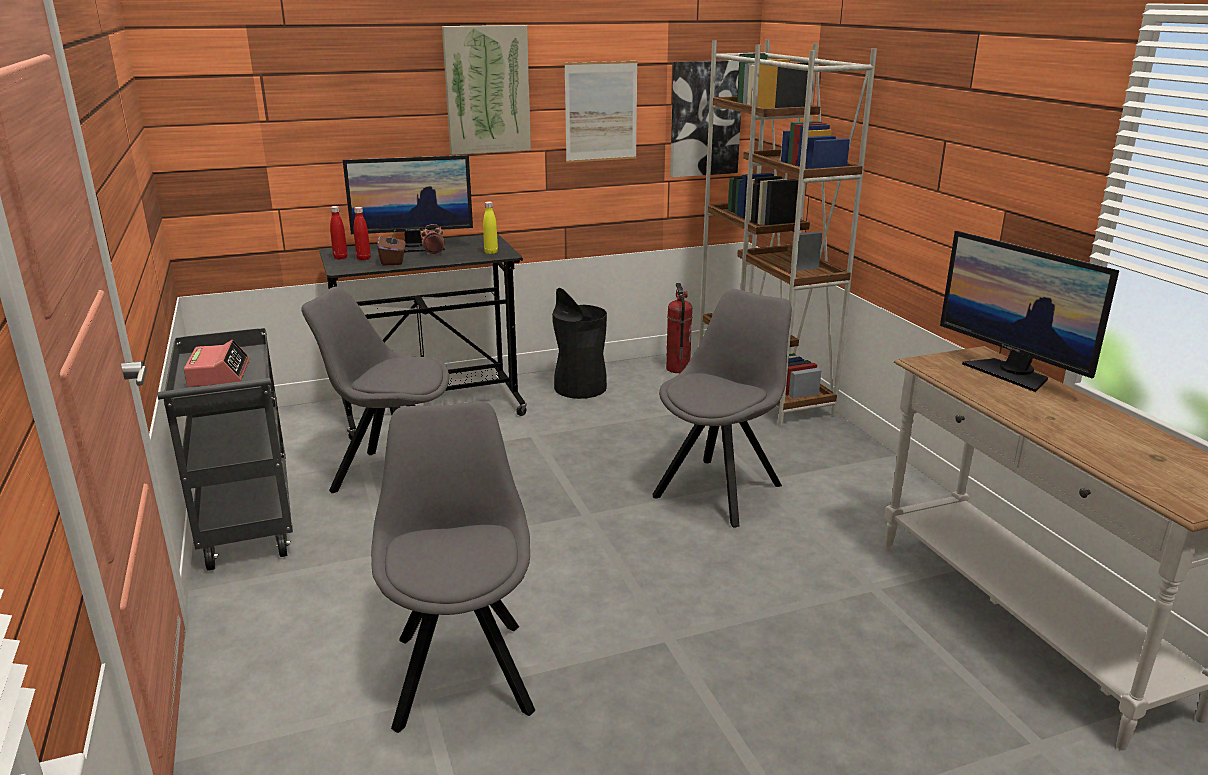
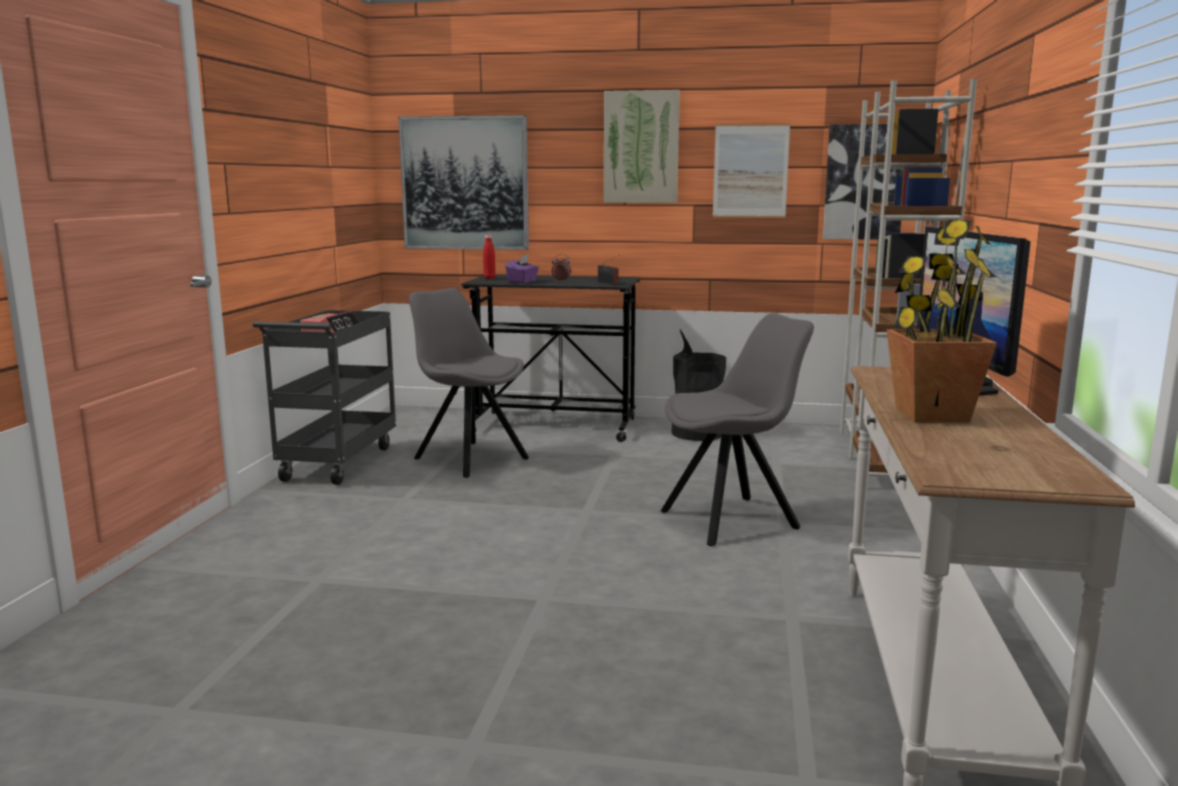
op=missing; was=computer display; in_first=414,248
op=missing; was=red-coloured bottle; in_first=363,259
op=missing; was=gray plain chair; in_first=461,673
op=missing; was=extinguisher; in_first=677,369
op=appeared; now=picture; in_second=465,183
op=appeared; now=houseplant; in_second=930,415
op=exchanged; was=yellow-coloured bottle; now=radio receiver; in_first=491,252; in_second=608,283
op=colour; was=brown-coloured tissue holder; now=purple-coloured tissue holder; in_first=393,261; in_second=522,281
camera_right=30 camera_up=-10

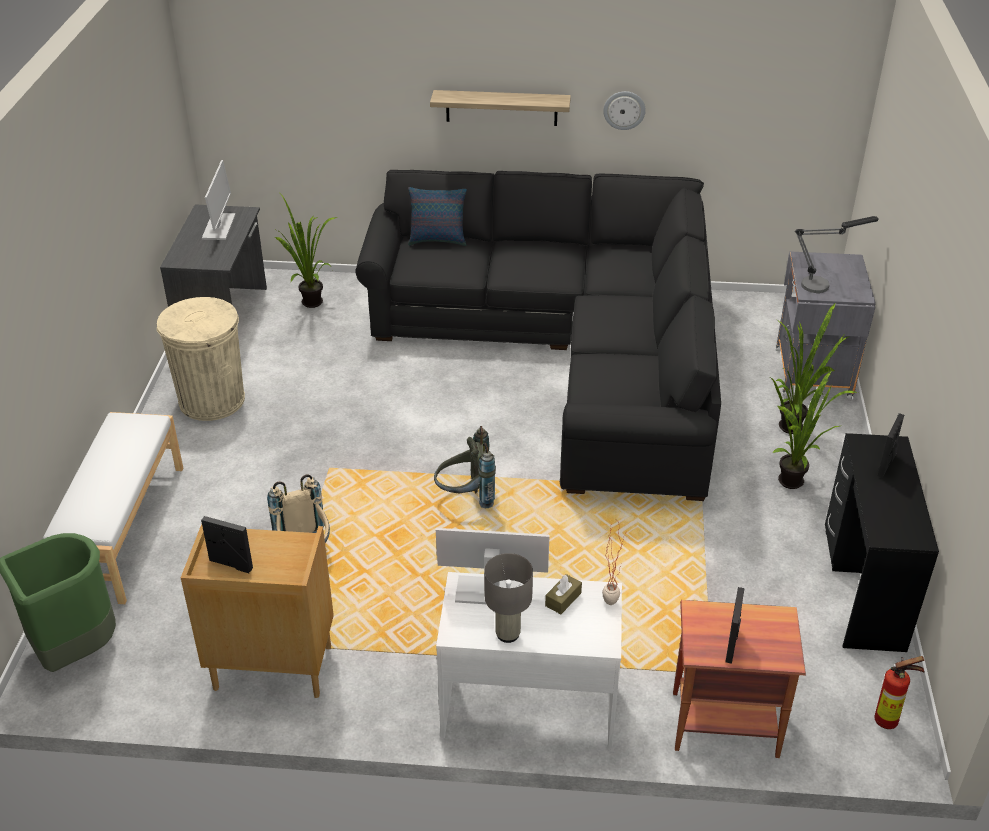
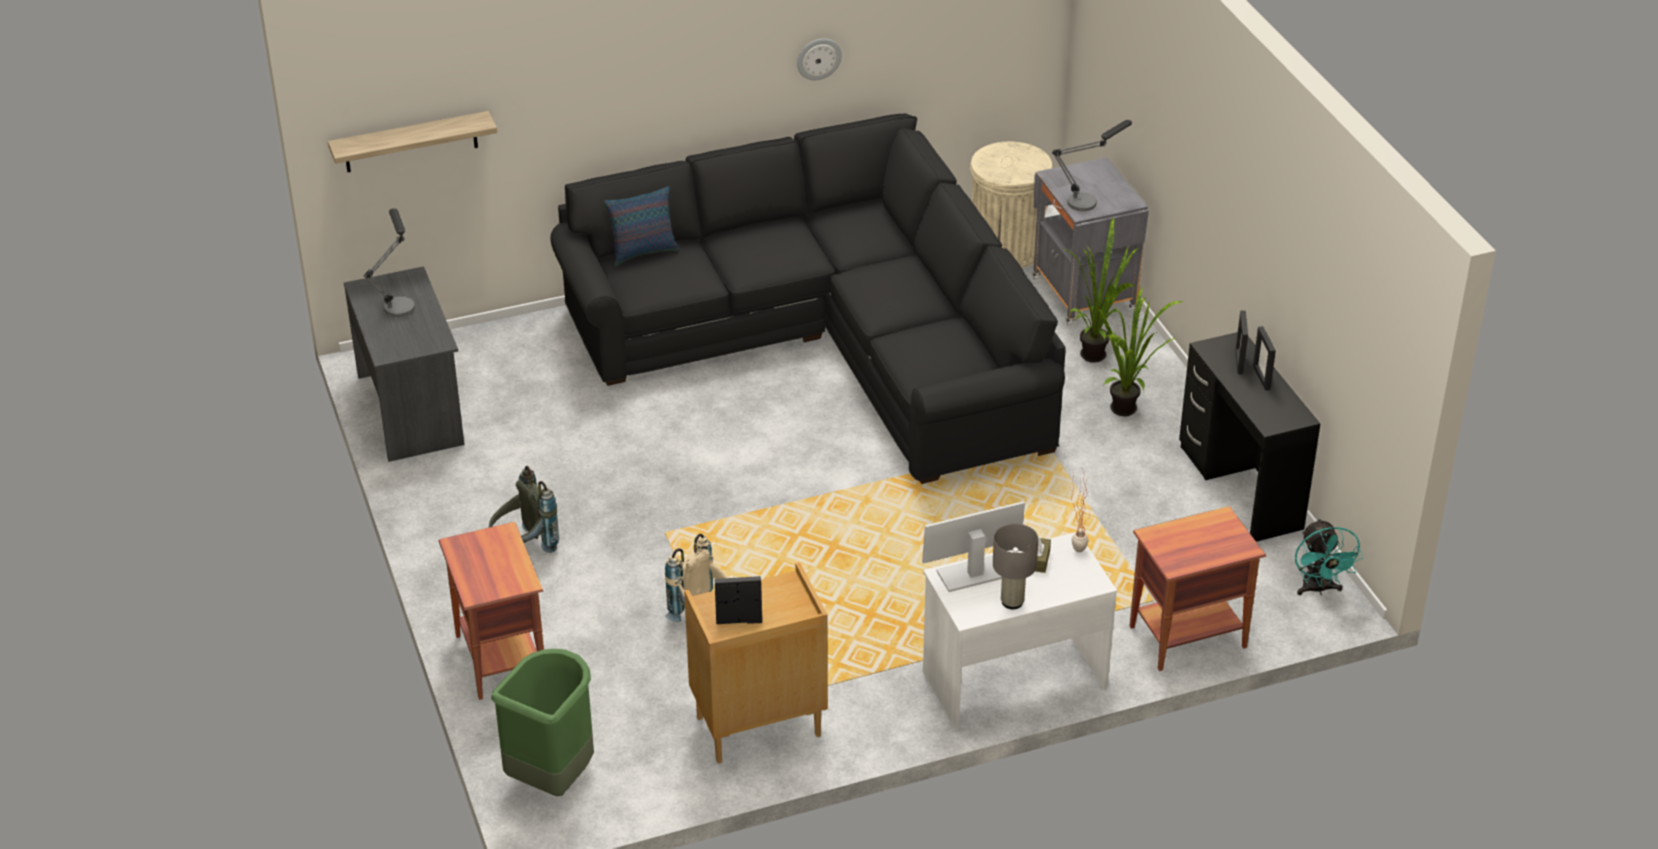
op=missing; was=houseplant; in_first=309,305
op=relocated; was=beige trash can; in_first=212,400; in_second=1007,250
op=relocated; was=bracket shelf; in_first=501,108; in_second=410,142
op=relocated; was=gray backpack; in_first=466,497; in_second=524,548
op=relocated; was=standing frame; in_first=732,645; in_second=1262,378
op=exchanged; was=white-coloured indoor bench; now=night table; in_first=123,530; in_second=499,658
op=exchanged; was=computer display; now=tabletop lamp; in_first=219,227; in_second=399,302
op=exchanged; was=extinguisher; now=blue-green electric fan; in_first=889,721; in_second=1318,589
camera_right=-25 camera_up=0

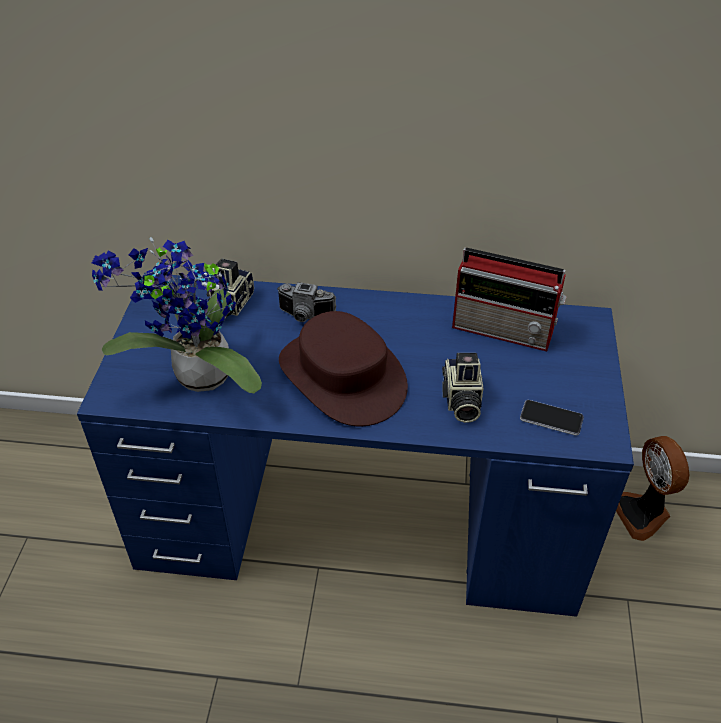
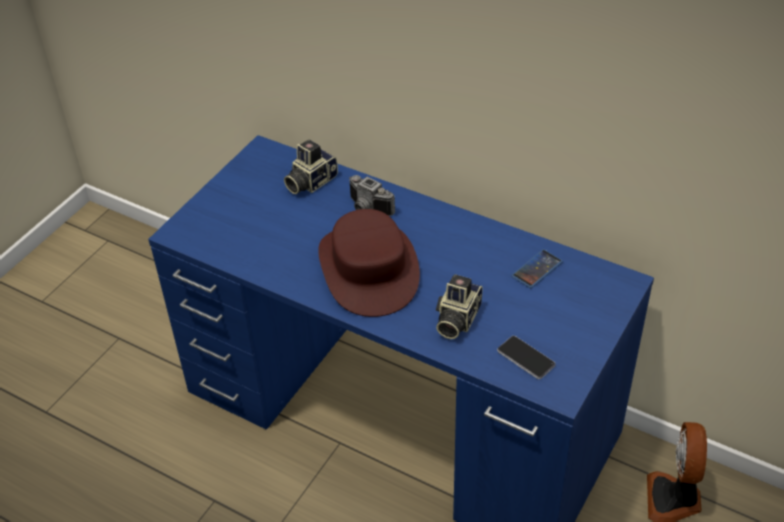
op=missing; was=houseplant; in_first=197,379
op=exchanged; was=radio receiver; now=handset; in_first=505,330; in_second=537,269
camera_right=25 camera_up=0

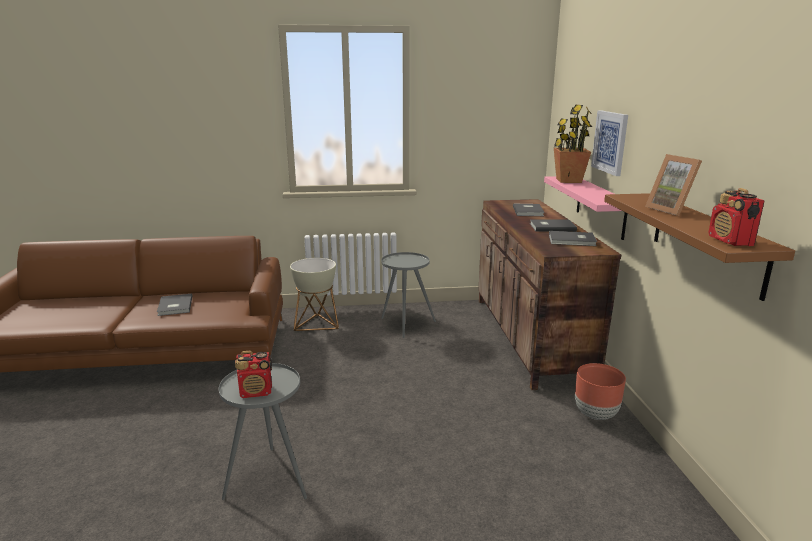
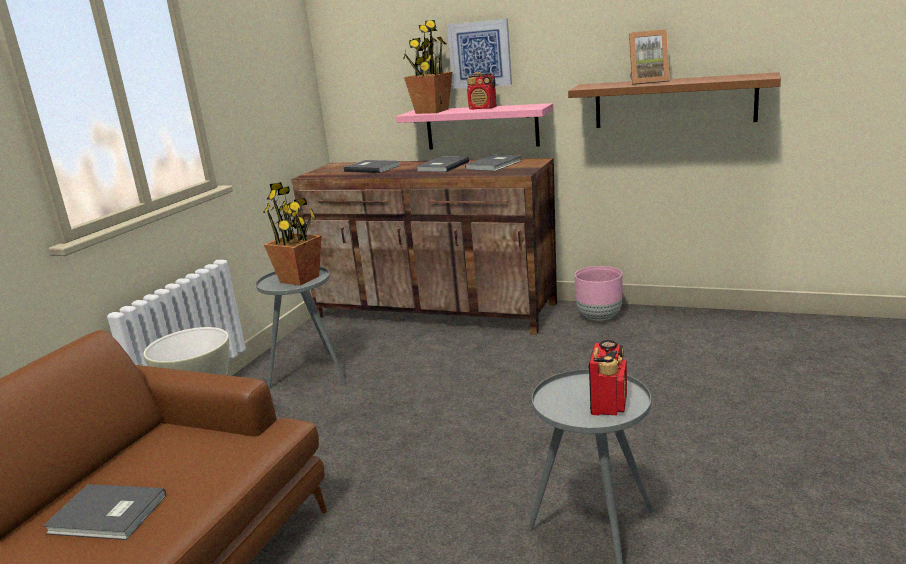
op=appeared; now=houseplant; in_second=300,279
op=relocated; was=radio receiver; in_first=730,241; in_second=483,108
op=colour; was=brown-coloured flower pot; now=pink flower pot; in_first=596,414; in_second=599,317
camera_right=-60 camera_up=0

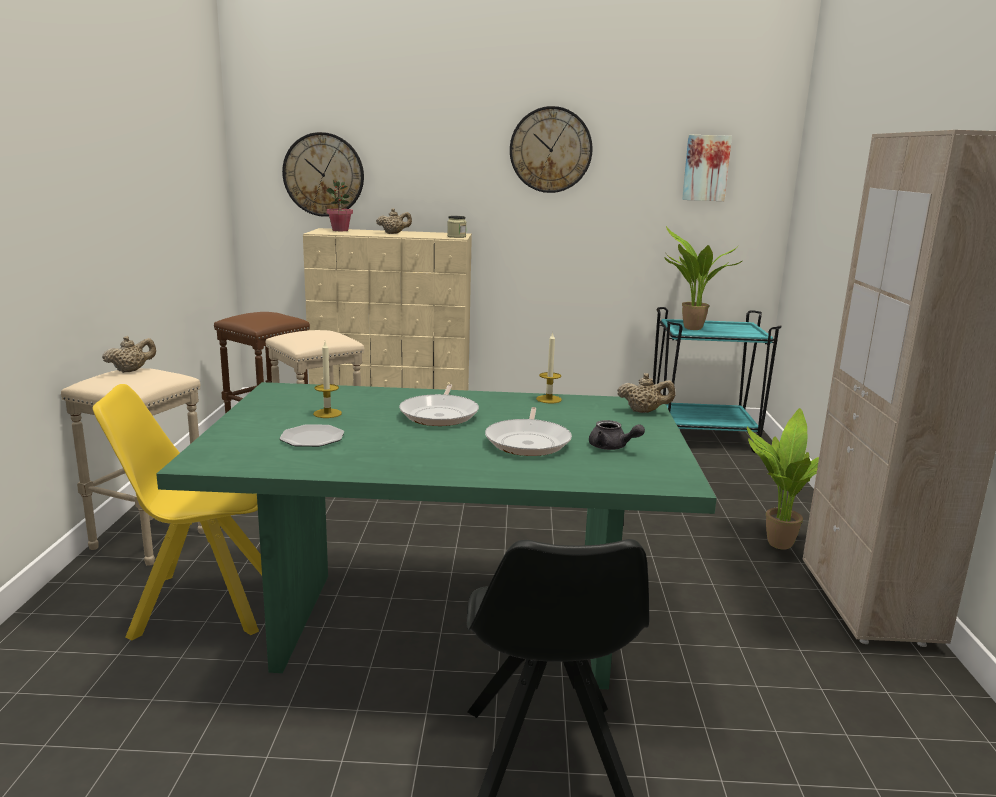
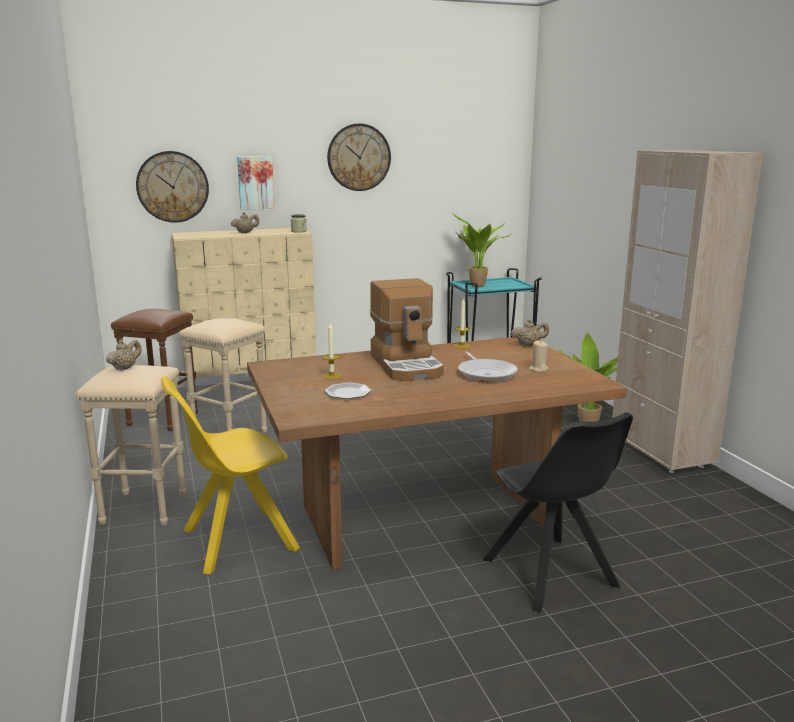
op=missing; was=houseplant; in_first=340,230
op=relocated; was=picture; in_first=705,168; in_second=255,182
op=exchanged; was=frying pan; now=coffee machine; in_first=440,414; in_second=407,365
op=exchanged; was=gray teapot; now=beige candle; in_first=612,447; in_second=538,369
op=colour; was=green-coloured dining table; now=brown-coloured dining table; in_first=448,625; in_second=425,516
camera_right=-20 camera_up=0

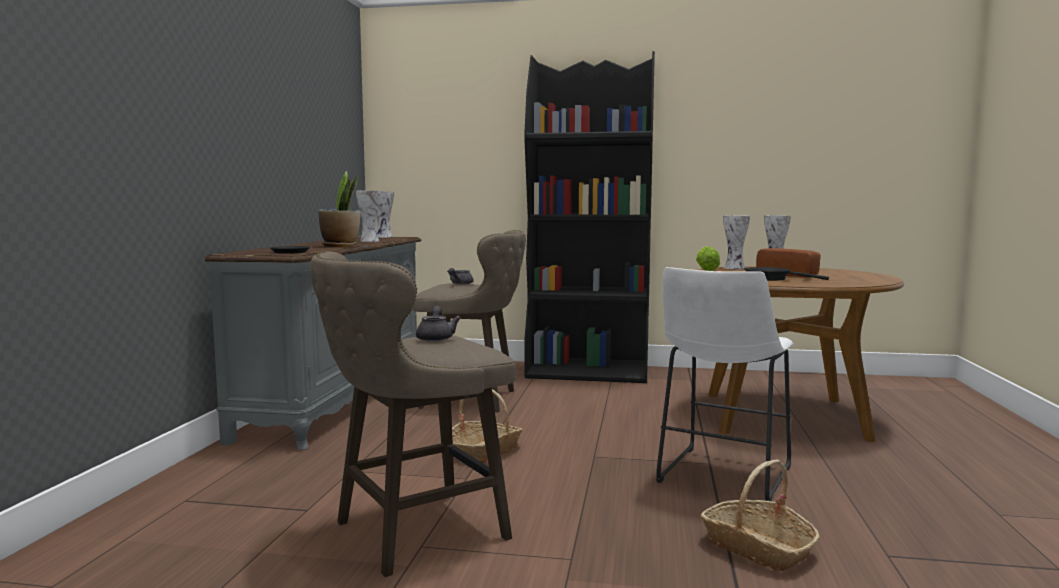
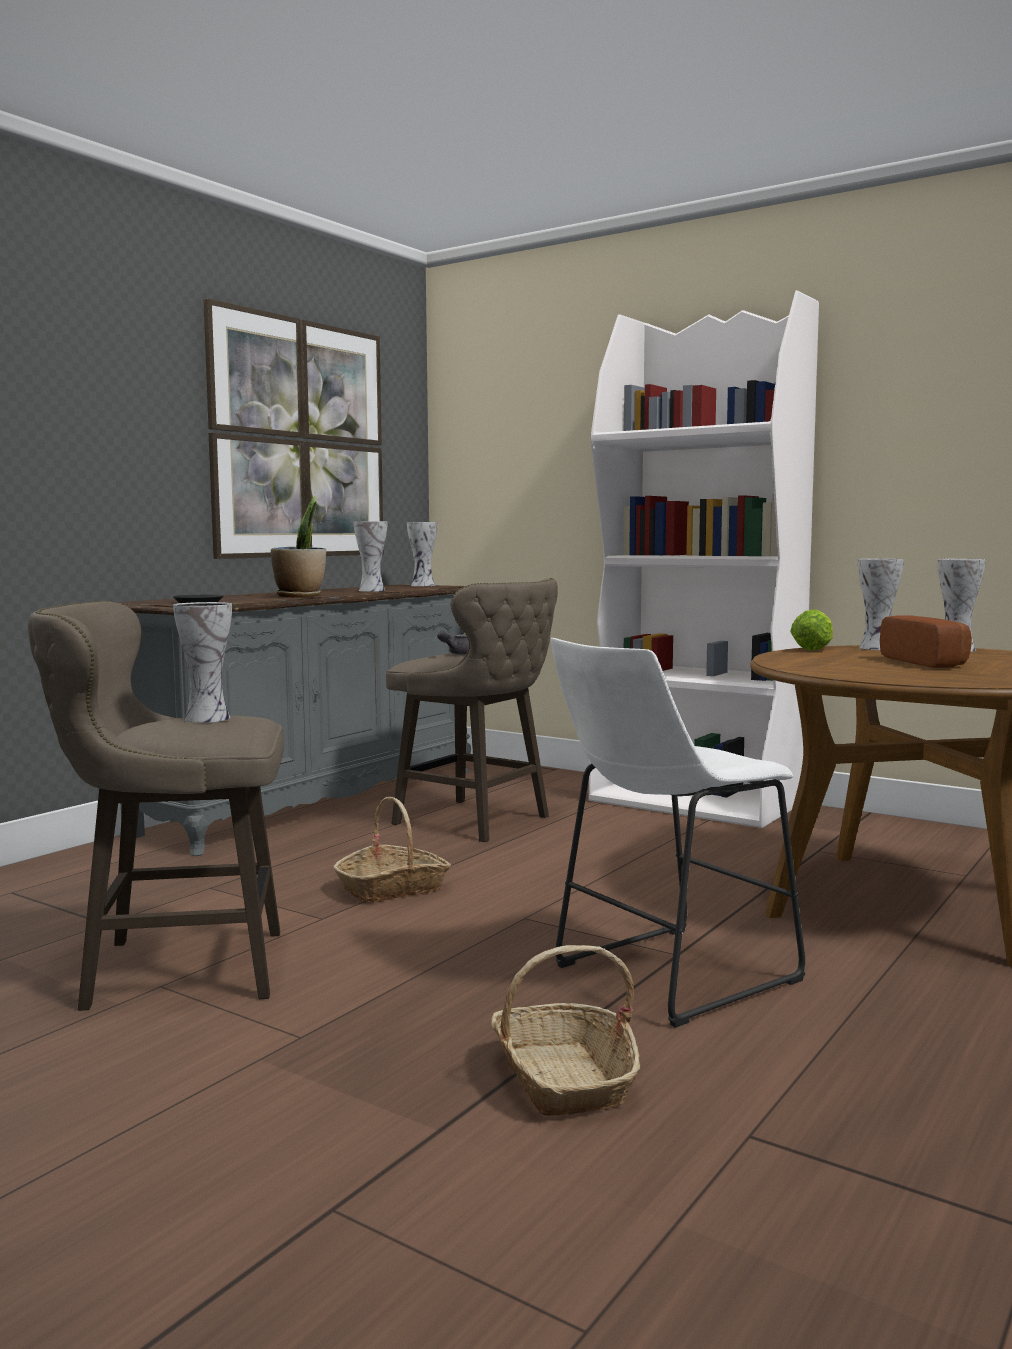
op=missing; was=blackish frying pan; in_first=771,279
op=appeared; now=picture; in_second=299,439
op=exchanged; was=gray teapot; now=flower vase; in_first=436,338; in_second=206,718
op=colour; was=blackish bookshelf; now=white-coloured bookshelf; in_first=589,372; in_second=697,802
camera_right=25 camera_up=0

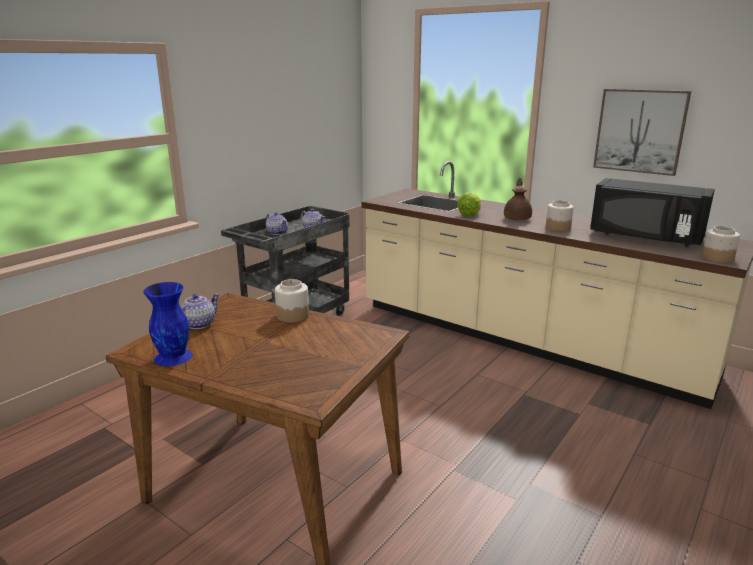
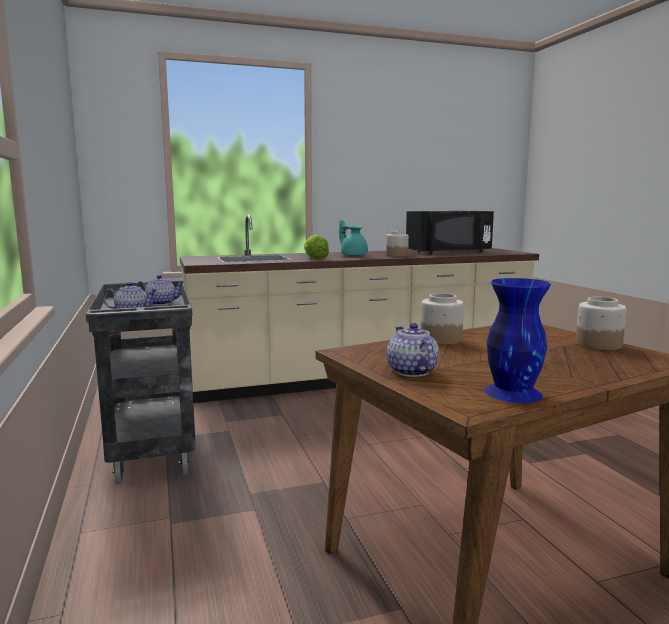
op=missing; was=picture; in_first=640,131
op=relocated; was=storage jar; in_first=717,258; in_second=598,345
op=colour; was=brown-coloured teapot; now=blue-green teapot; in_first=517,218; in_second=353,256
camera_right=-55 camera_up=-10

